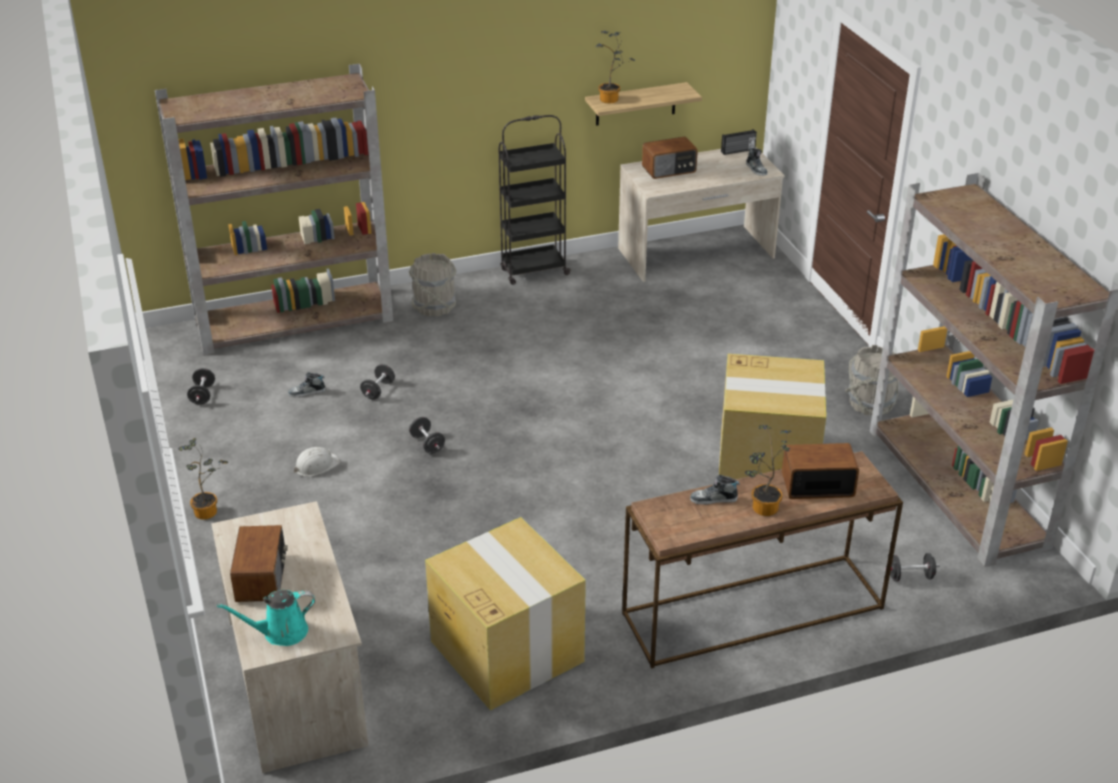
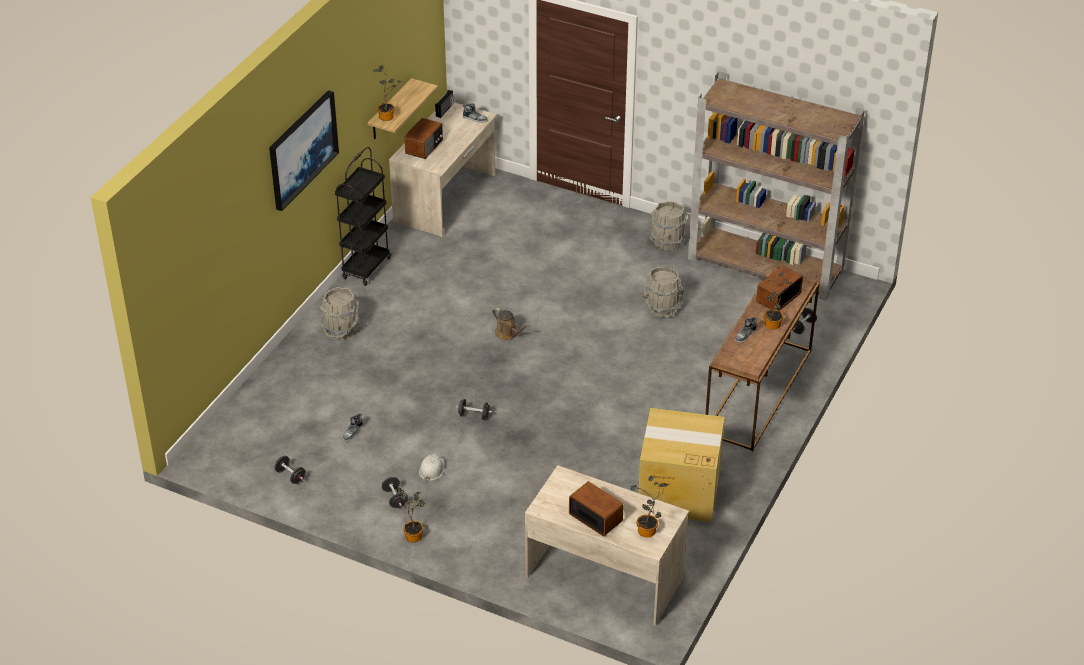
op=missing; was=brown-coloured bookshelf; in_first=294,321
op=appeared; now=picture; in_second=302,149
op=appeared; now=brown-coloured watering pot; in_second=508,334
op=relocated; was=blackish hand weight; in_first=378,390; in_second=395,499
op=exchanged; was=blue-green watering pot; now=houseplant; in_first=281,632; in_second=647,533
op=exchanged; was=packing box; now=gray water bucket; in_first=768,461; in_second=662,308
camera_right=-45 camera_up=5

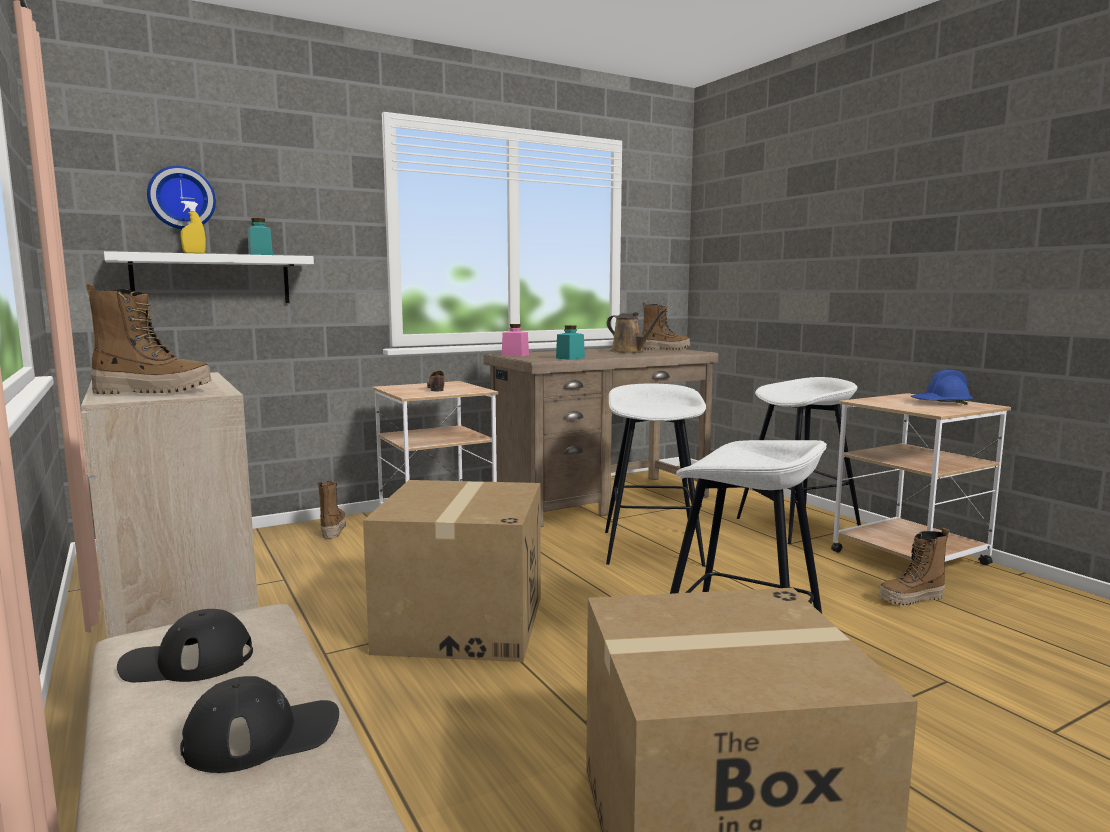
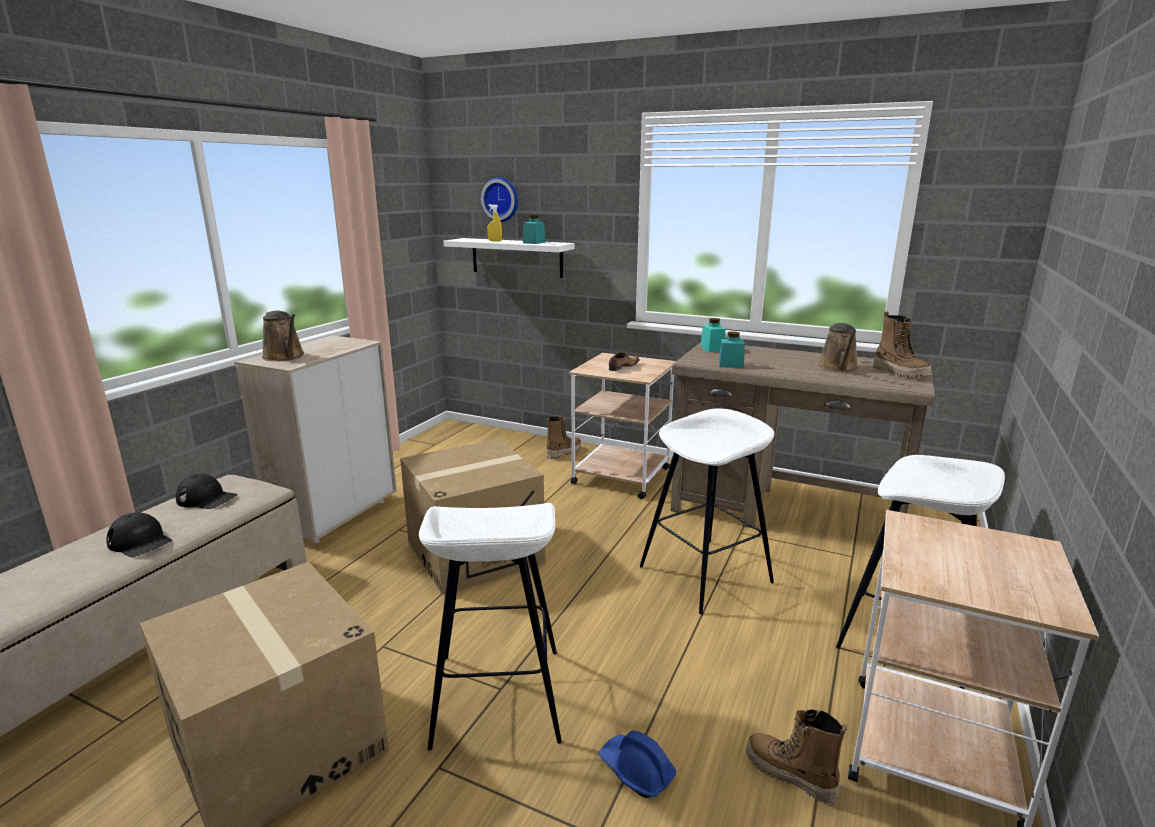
op=relocated; was=blue work helmet; in_first=941,403; in_second=636,771
op=exchanged; was=boot; now=brown-coloured watering pot; in_first=153,392; in_second=285,357
op=colour; was=pink storage jar; now=blue-green storage jar; in_first=515,355; in_second=712,348
op=spun; was=blackish baseball cap; in_first=187,661; in_second=207,499; clockwise=150
camera_right=55 camera_up=10

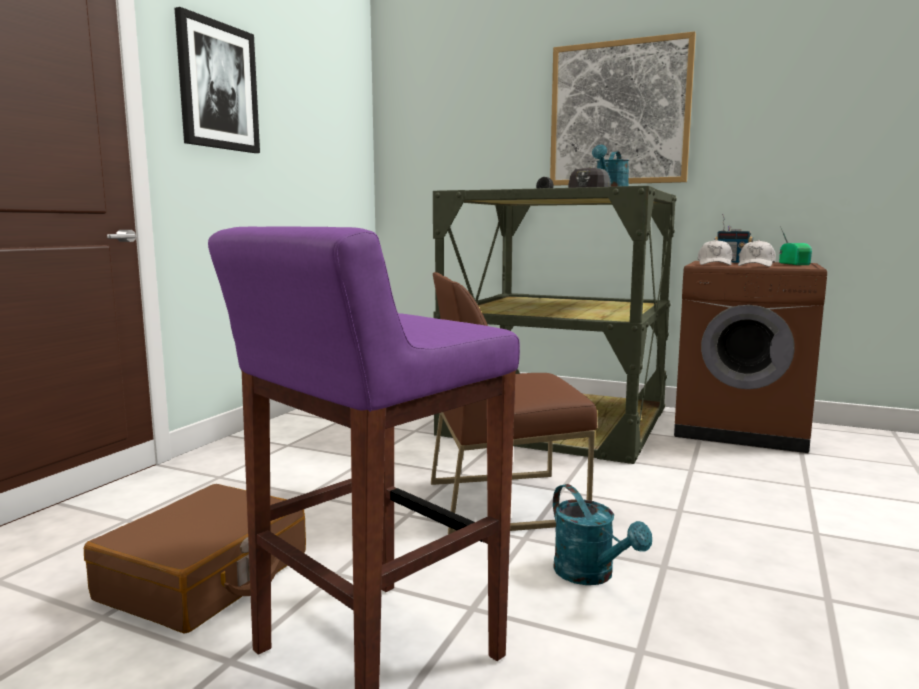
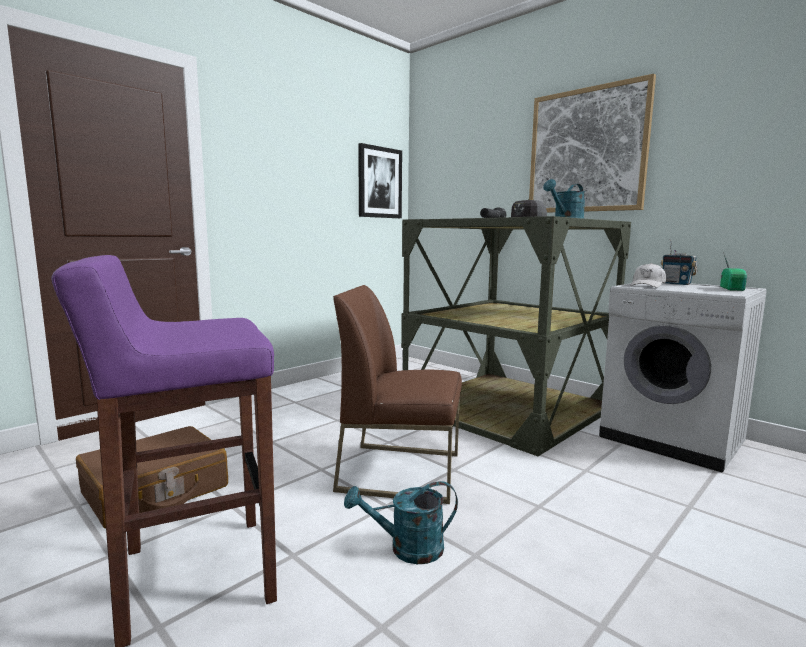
op=missing; was=white-coloured baseball cap; in_first=756,265
op=relocated; was=picture; in_first=218,86; in_second=379,182
op=colour; was=brown-coloured washing machine; now=white-coloured washing machine; in_first=740,431; in_second=671,440
op=spun; was=blue-green watering pot; in_first=591,575; in_second=407,549; clockwise=90
camera_right=20 camera_up=0

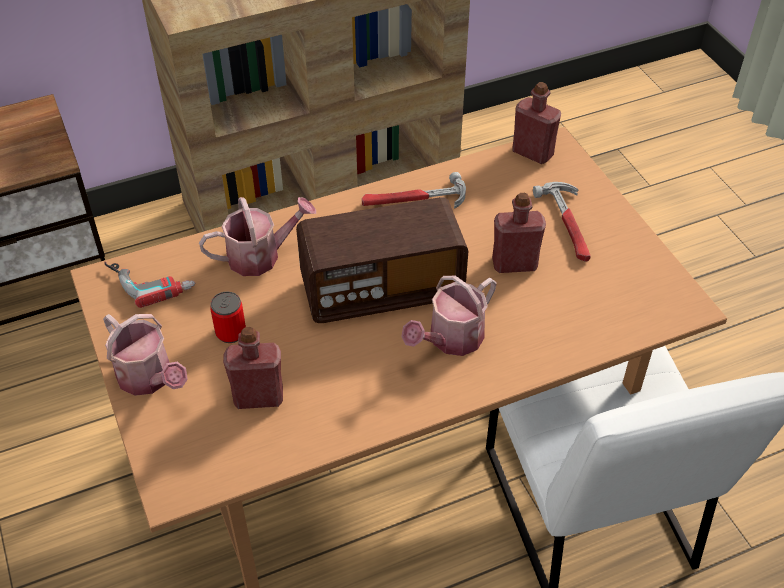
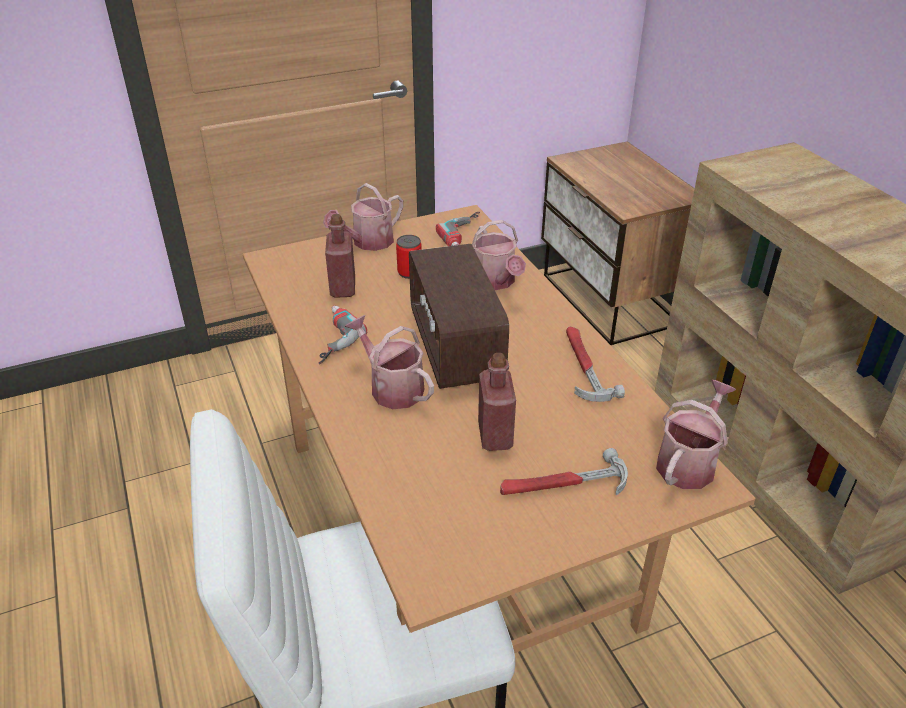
op=appeared; now=power drill; in_second=329,338
op=exchanged; was=red-coloured bottle; now=watering pot; in_first=532,153; in_second=689,462
camera_right=90 camera_up=-10

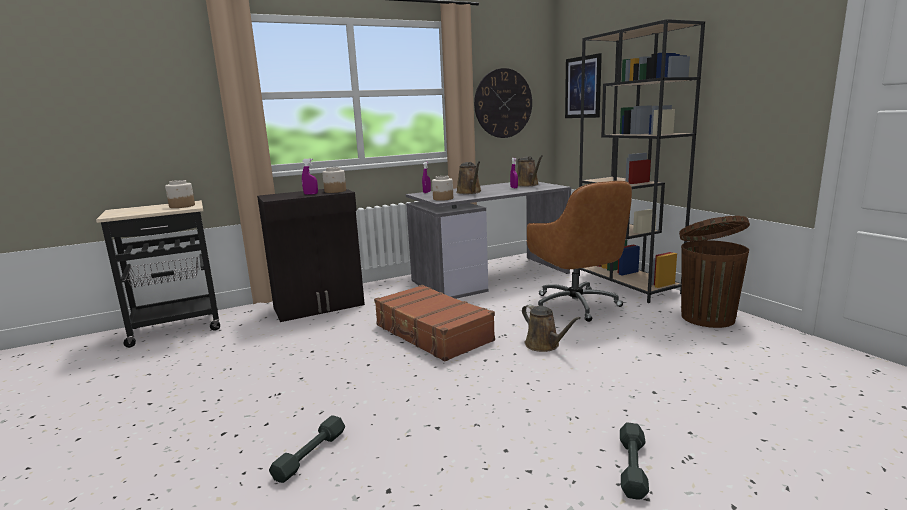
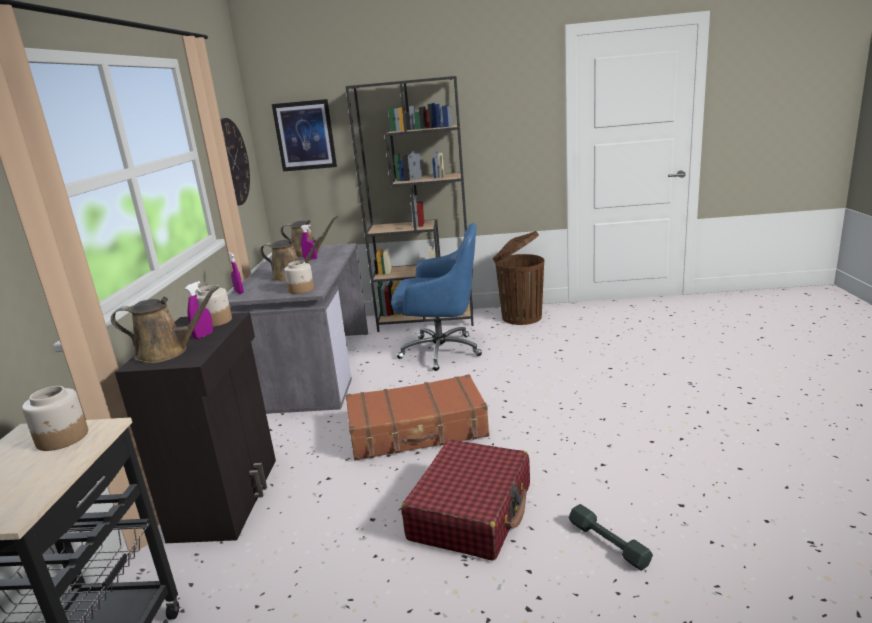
op=missing; was=gray hand weight; in_first=633,467
op=appeared; now=red-coloured travel case; in_second=471,512
op=relocated; was=brown-coloured watering pot; in_first=544,345; in_second=167,352
op=colour; was=brown-coloured computer chair; now=blue computer chair; in_first=574,305; in_second=441,351
camera_right=-60 camera_up=5

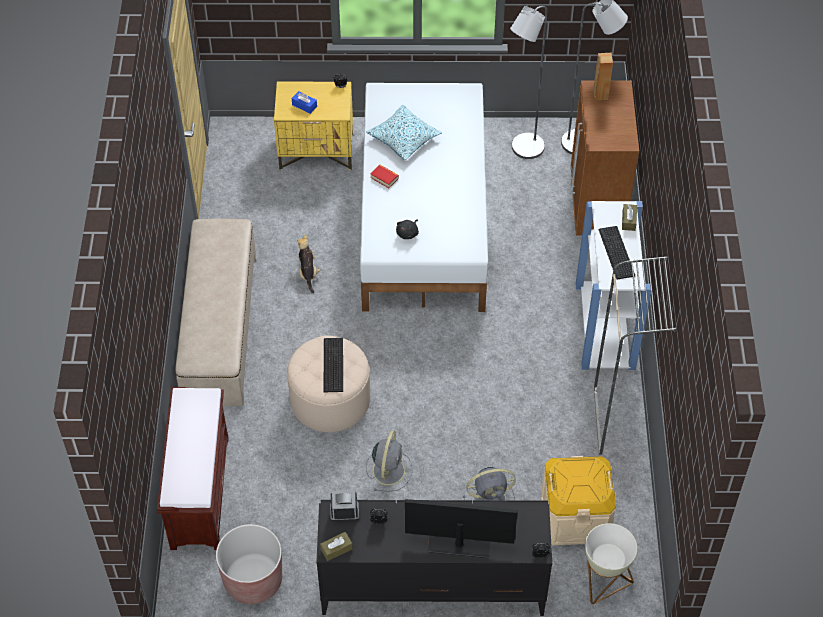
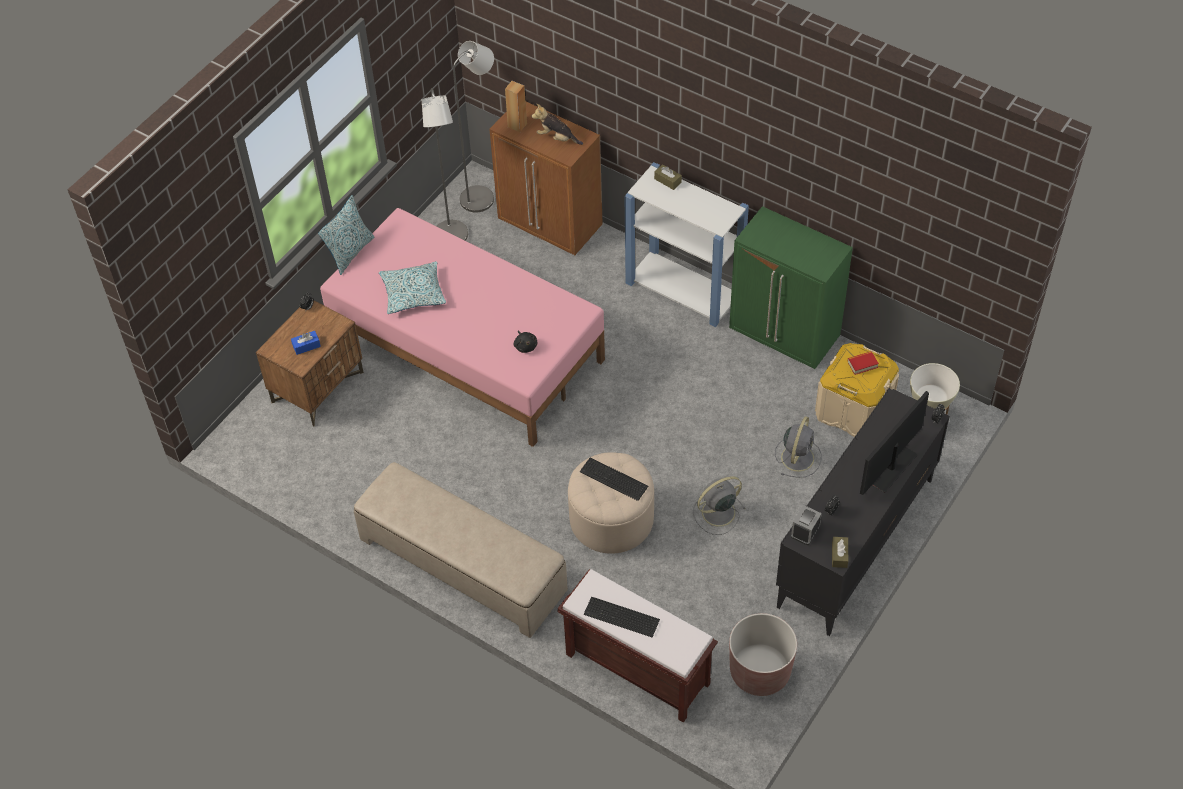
op=appeared; now=cushion; in_second=350,253
op=relocated; was=cuddly toy; in_first=308,273; in_second=557,138
op=relocated; was=volume; in_first=384,178; in_second=862,364
op=relocated; was=PC keyboard; in_first=615,253; in_second=622,618
op=exchanged; was=gray clothes rack; now=green-coloured cupboard; in_first=619,422; in_second=785,331
op=colour; was=yellow-coloured night table; now=brown-coloured night table; in_first=317,151; in_second=318,387
op=colour; was=white-coloured bed; now=pink bed; in_first=424,218; in_second=466,348
op=spun; was=gray electric fan; in_first=389,469; in_second=717,513; clockwise=-75
camera_right=-55 camera_up=0

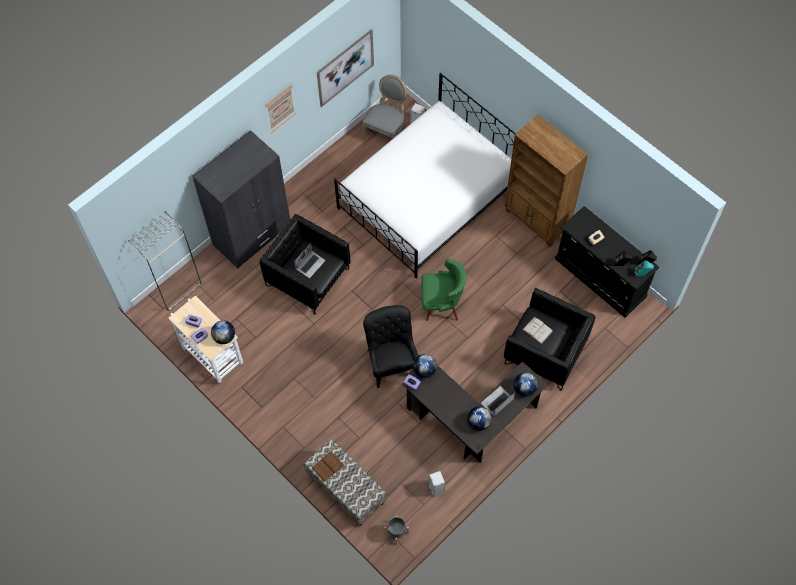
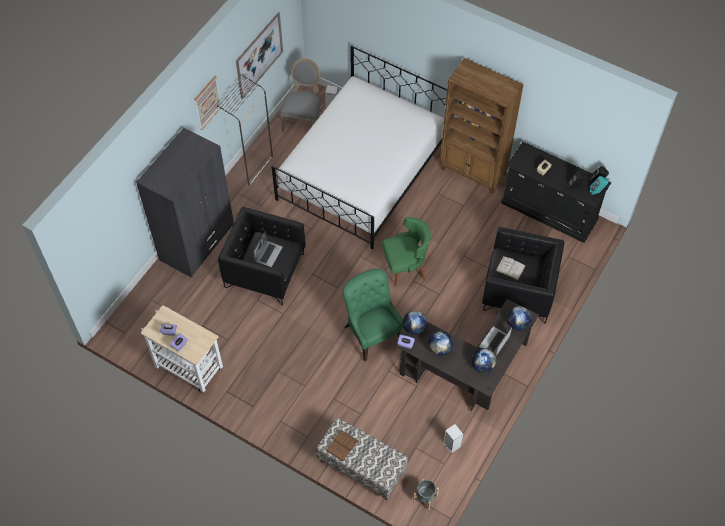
op=relocated; was=gray clothes rack; in_first=177,289; in_second=251,166
op=relocated; was=world globe; in_first=224,337; in_second=439,349
op=colour; was=blackish plain chair; now=green-coloured plain chair; in_first=391,362; in_second=372,333
camera_right=-15 camera_up=-5

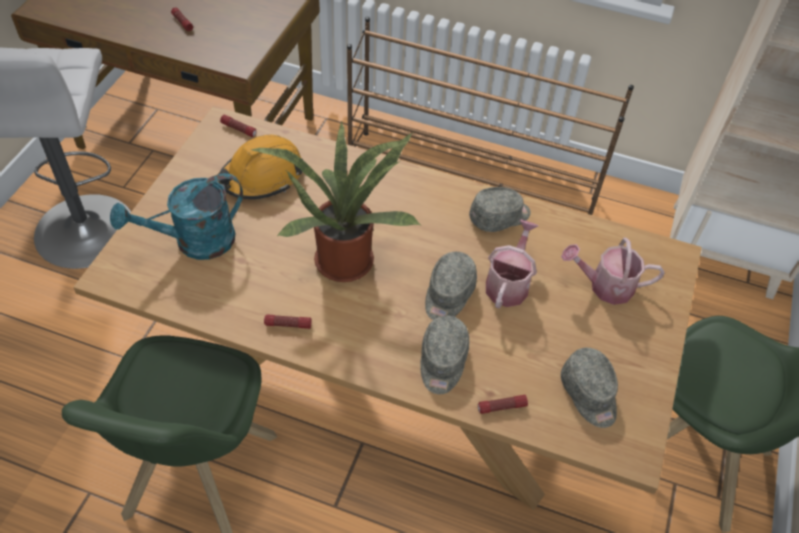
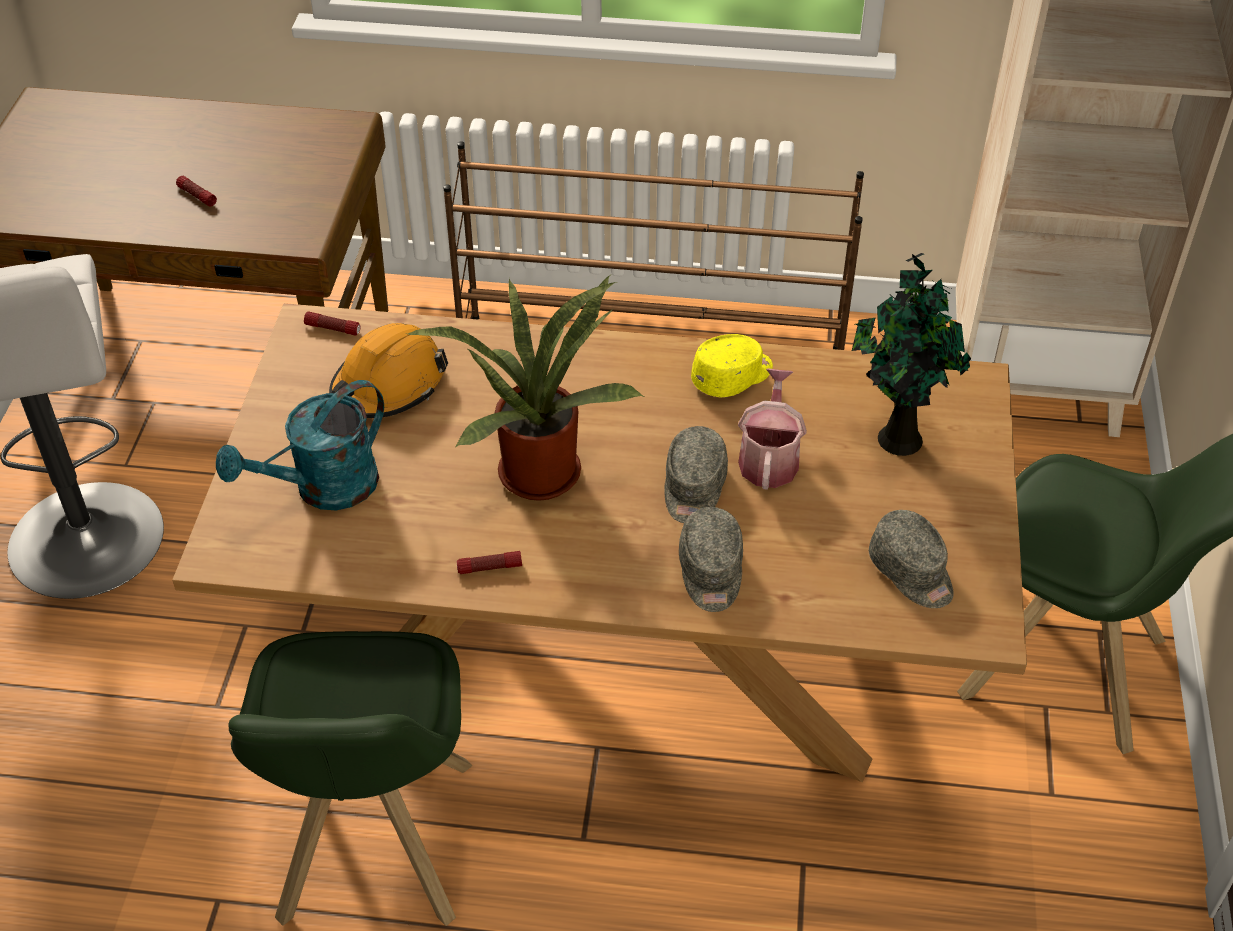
op=missing; was=torch; in_first=501,407
op=exchanged; was=watering pot; now=houseplant; in_first=605,286; in_second=896,437
op=colour; was=gray baseball cap; now=yellow-coloured baseball cap; in_first=500,217; in_second=733,376
camera_right=-10 camera_up=-5

